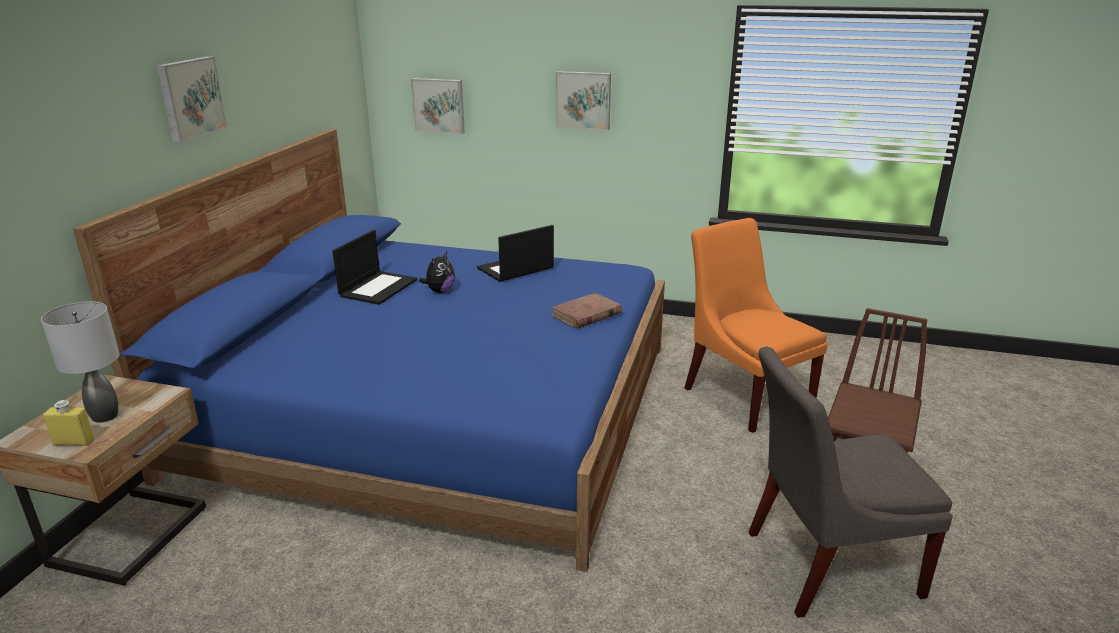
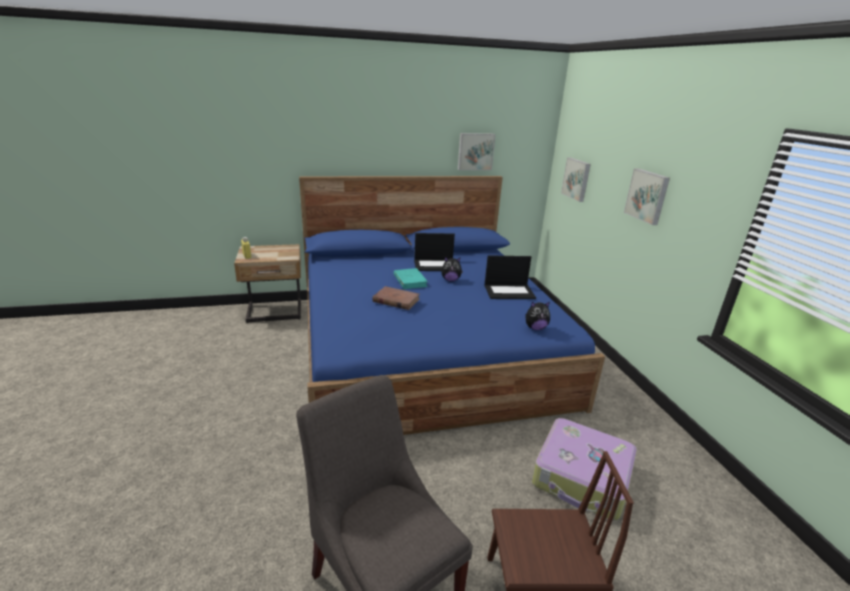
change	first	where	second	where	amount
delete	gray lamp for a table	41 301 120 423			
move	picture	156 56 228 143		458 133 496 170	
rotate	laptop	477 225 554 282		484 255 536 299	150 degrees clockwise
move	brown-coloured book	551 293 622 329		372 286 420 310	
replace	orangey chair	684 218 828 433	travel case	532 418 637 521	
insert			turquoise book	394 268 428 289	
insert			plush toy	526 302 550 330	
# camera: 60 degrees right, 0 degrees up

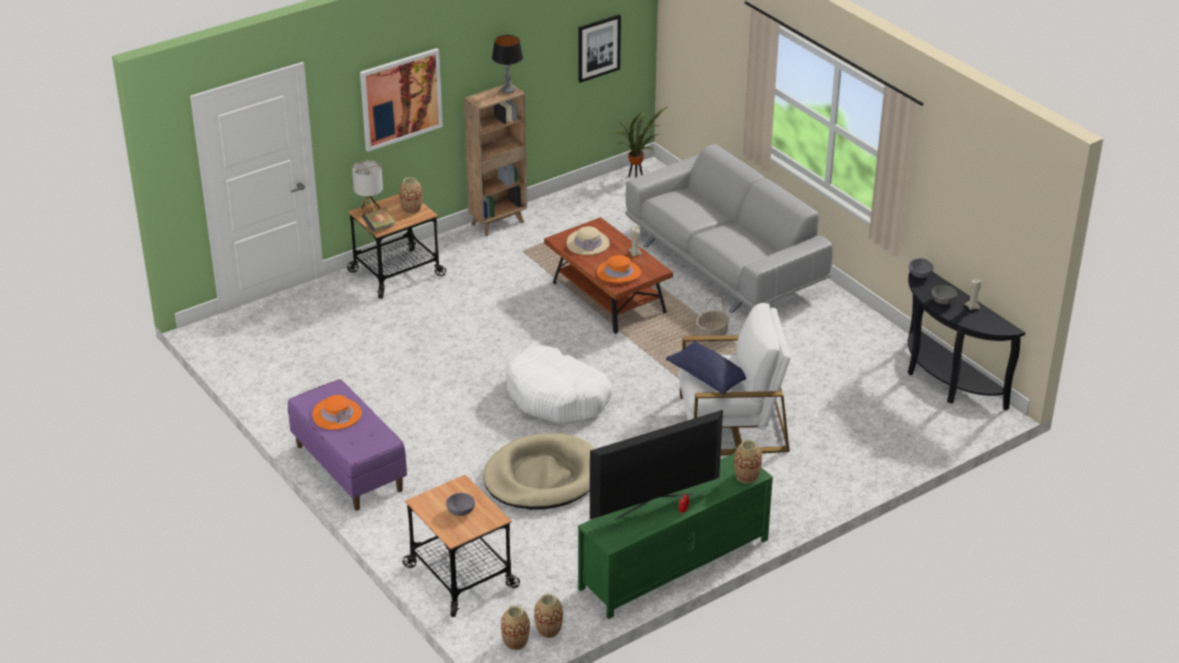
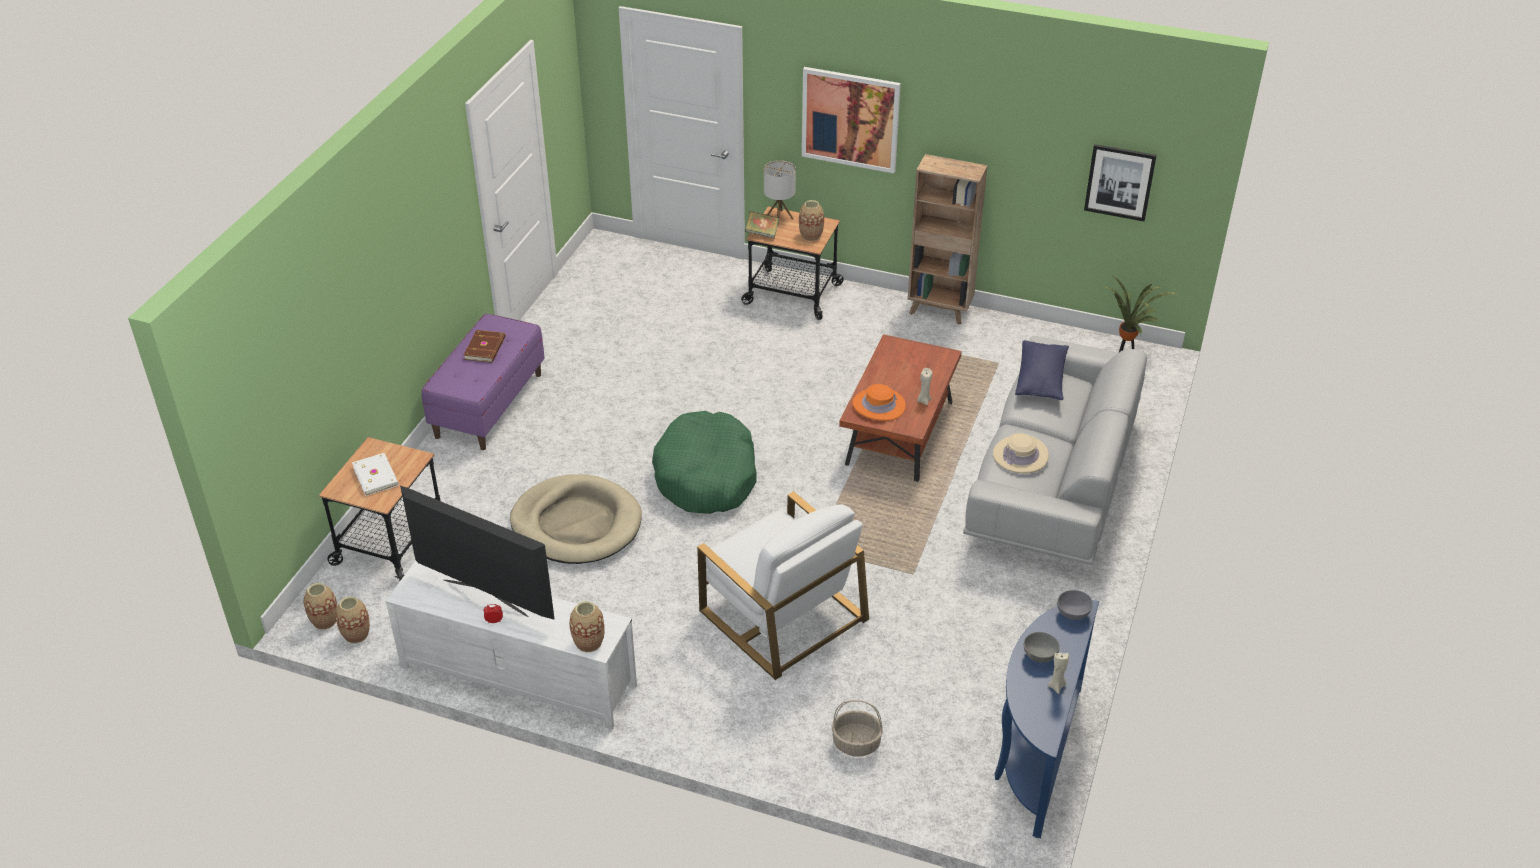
change	first	where	second	where	amount
replace	orangey wearable hat	312 395 362 430	brown-coloured book	463 330 506 363	
replace	gray deep dish	446 493 475 516	whitish book	352 453 399 496	
delete	lamp for a table	492 35 523 94			
recolor	whitish pet bed	506 345 612 424	green-coloured pet bed	652 411 757 514	
move	beige-coloured wearable hat	566 226 610 255		993 433 1049 474	
recolor	green-coloured tv stand	578 453 773 619	whitish tv stand	385 560 637 730	
move	bluish throw pillow	666 341 746 395		1015 340 1069 400	
move	basket	696 295 729 336		832 700 883 756	
recolor	black console table	907 272 1025 410	bluish console table	995 600 1099 838	
# camera: 55 degrees right, 5 degrees up

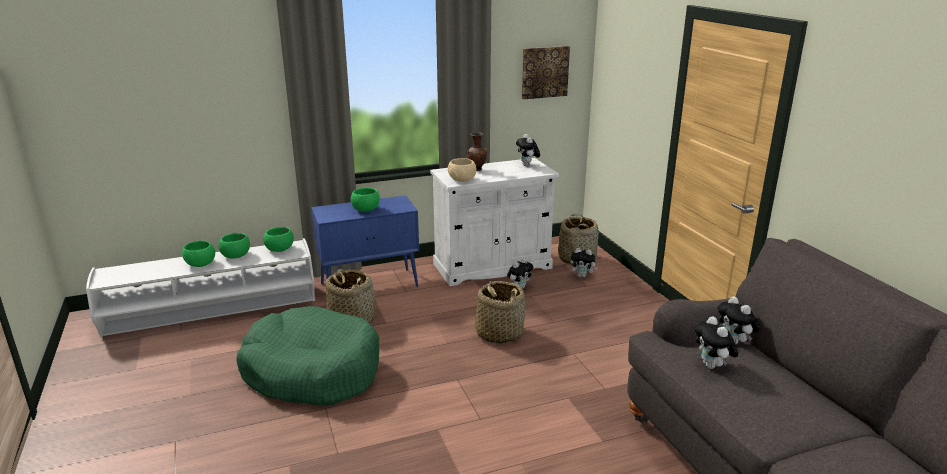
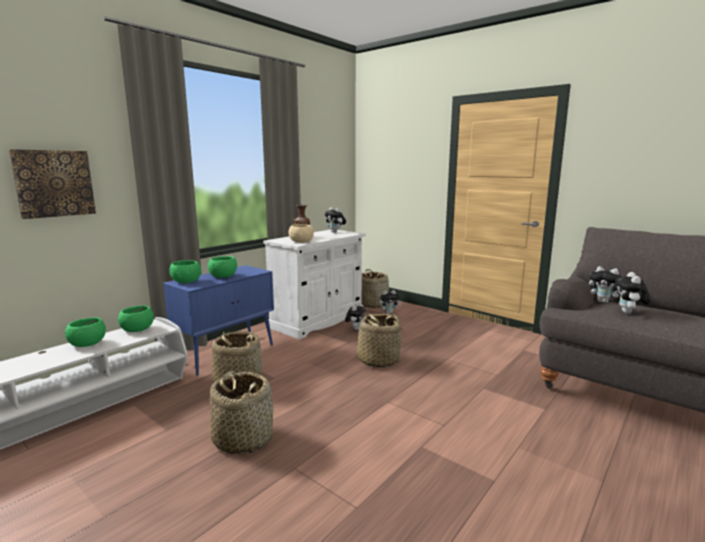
change	first	where	second	where	amount
move	green-coloured deep dish	182 241 215 267		169 260 201 283	
replace	green-coloured pet bed	236 306 379 405	basket	210 371 273 454	
move	picture	522 46 570 99		9 149 96 219	
rotate	plush toy	695 316 738 369		615 272 651 314	60 degrees clockwise
# camera: 30 degrees left, 10 degrees down

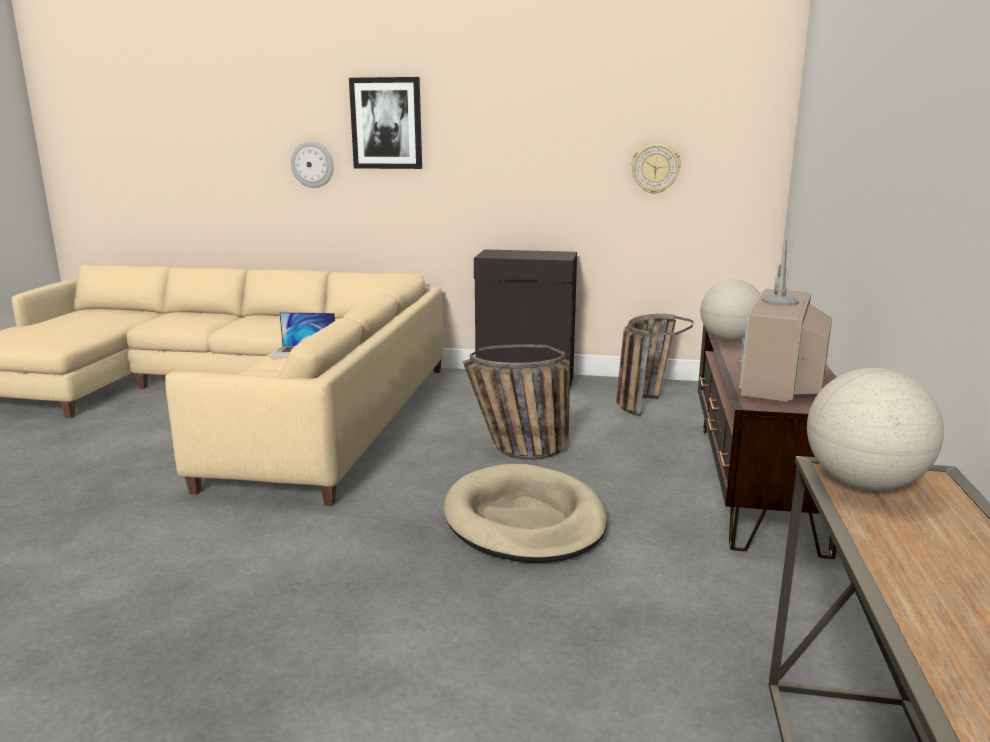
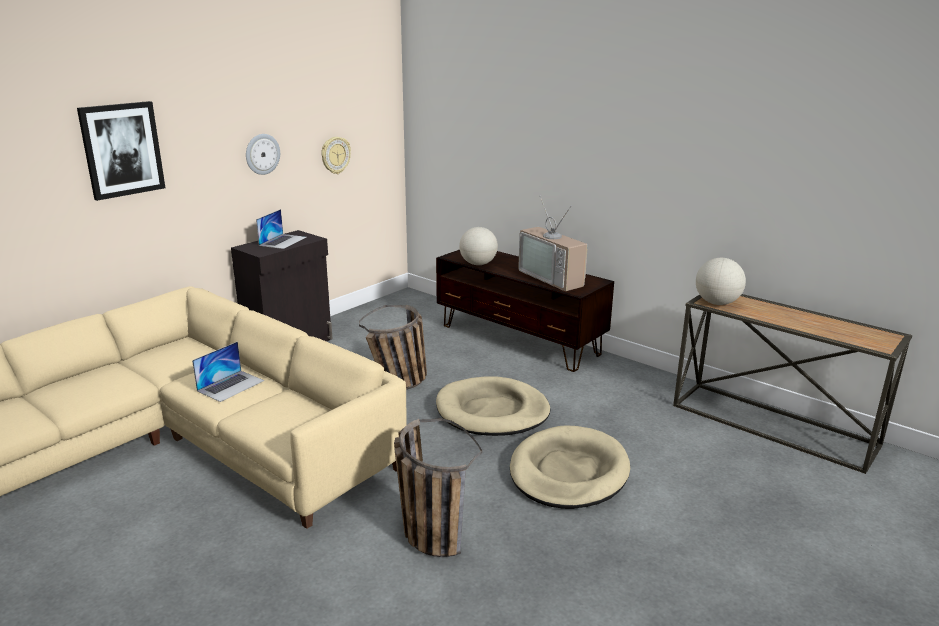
change	first	where	second	where	amount
move	wall clock	291 141 334 188		246 134 280 175	
move	basket	616 314 693 416		394 418 482 557	
insert			laptop	256 209 306 249	
insert			beige-coloured pet bed	510 425 630 509	
# camera: 60 degrees left, 5 degrees up

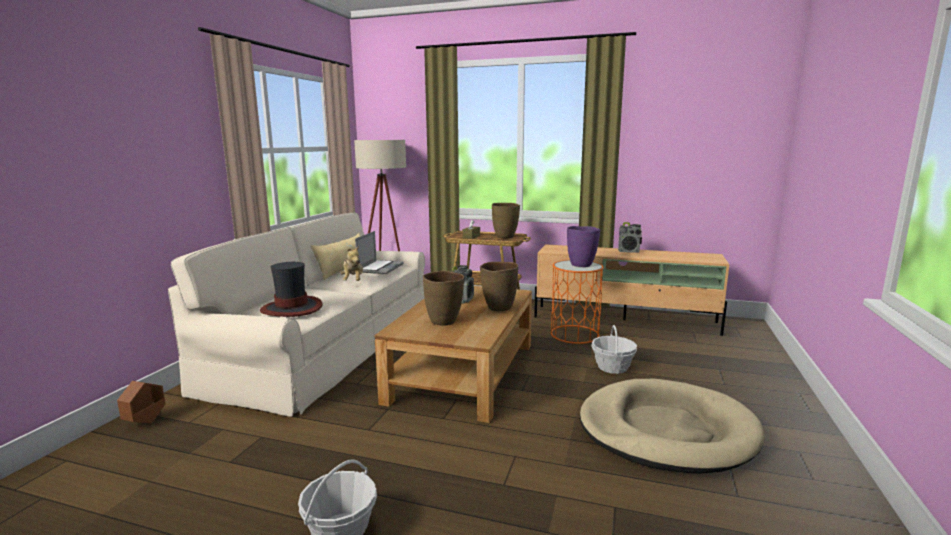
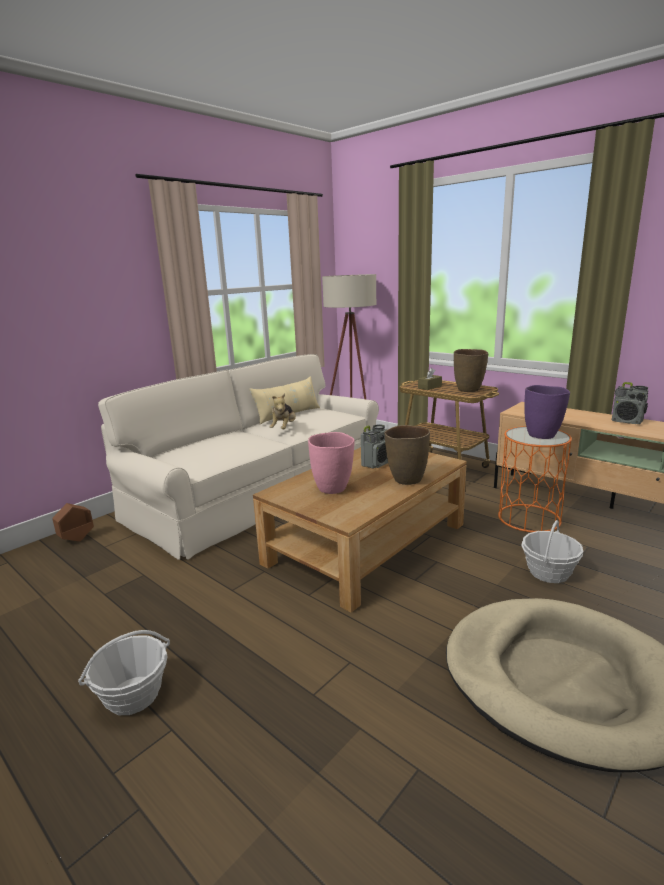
change	first	where	second	where	amount
delete	wearable hat	260 262 322 317			
delete	laptop	355 231 404 274			
recolor	brown-coloured flower vase	423 271 464 325	pink-coloured flower vase	308 432 355 494	
# camera: 25 degrees right, 5 degrees up

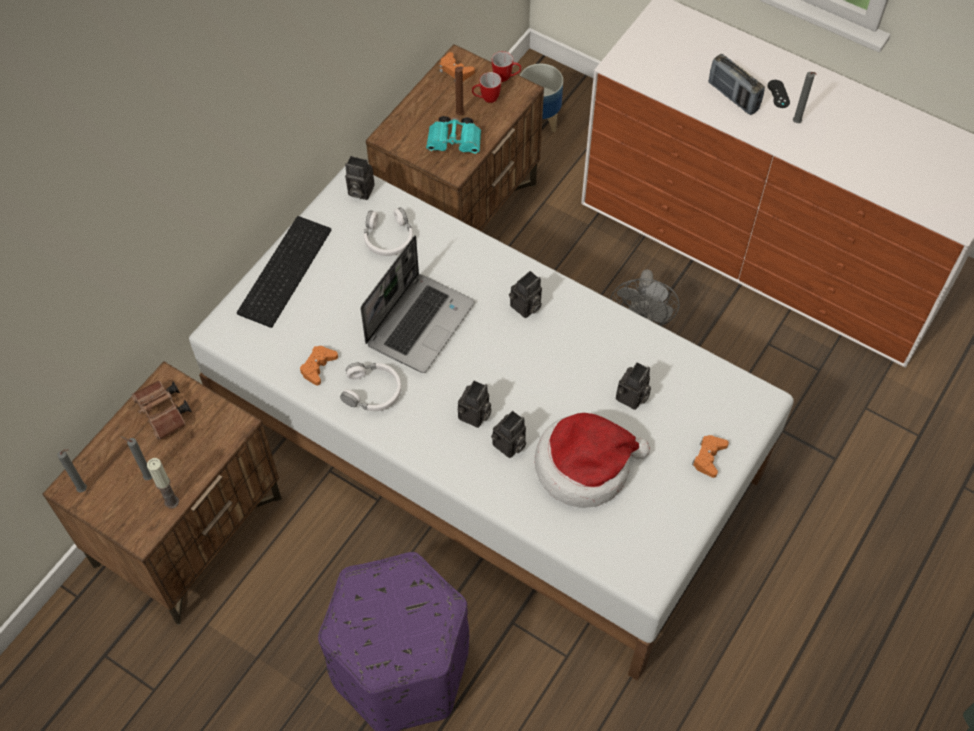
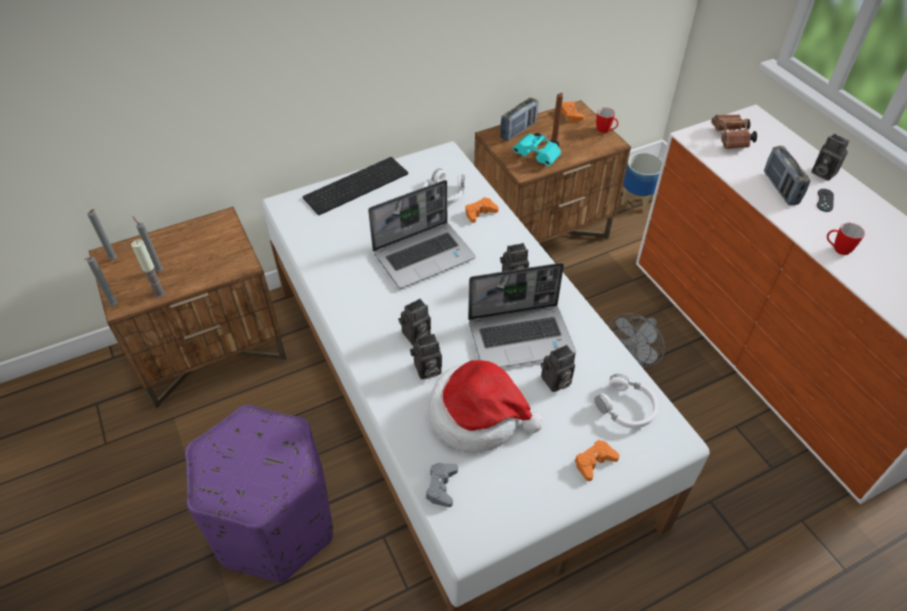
change	first	where	second	where	amount
move	brown-coloured field glasses	131 380 192 440		711 114 757 149	
move	orangey game controller	300 346 338 386		466 197 499 223	
move	whitish headset	340 363 401 411		594 374 658 428	
move	still camera	345 156 375 200		811 134 849 181	
move	coffee mug	472 72 501 103		827 223 865 255	
move	gray candle	793 72 817 123		84 257 118 306	
insert			gray game controller	426 463 458 507	
insert			laptop	468 263 576 368	
insert			radio set	500 98 538 141	
# camera: 30 degrees right, 10 degrees down

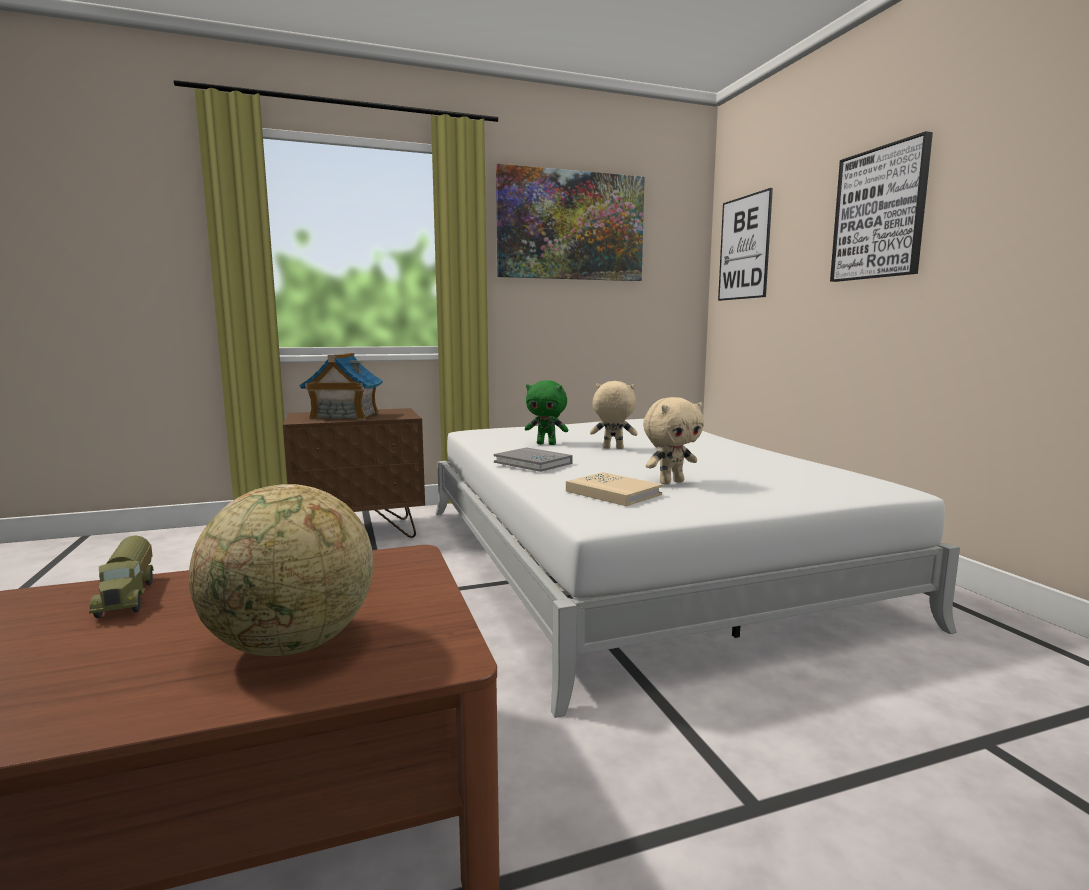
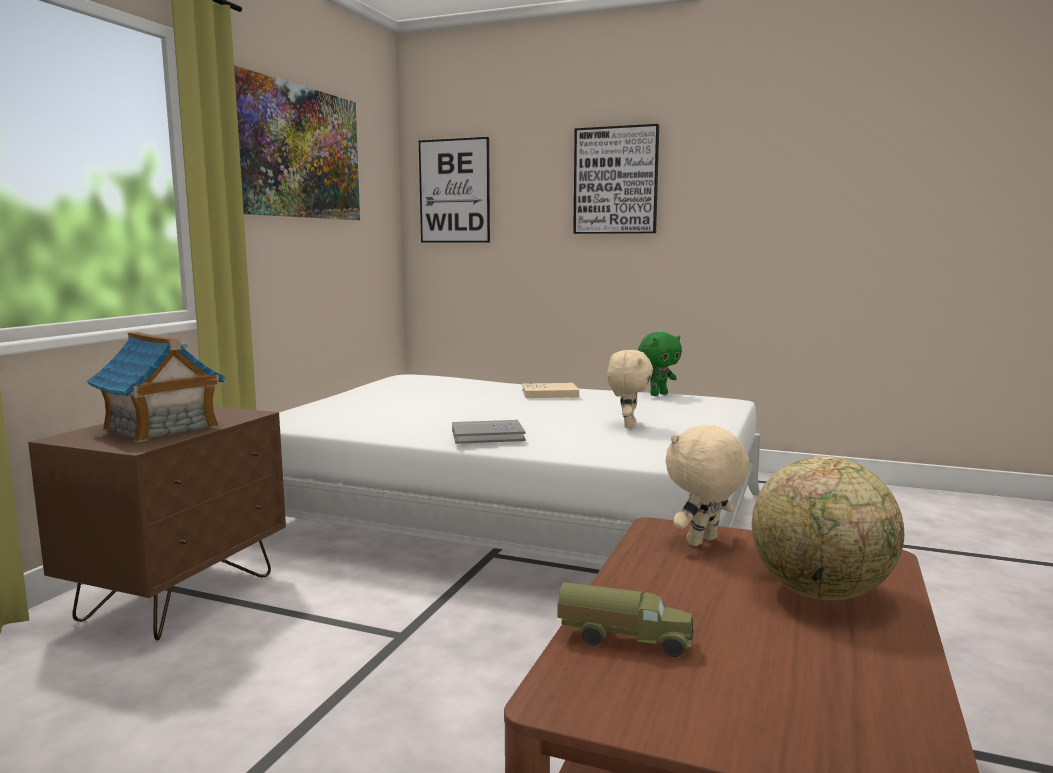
change	first	where	second	where	amount
move	green-coloured plush toy	525 380 569 445		638 332 682 396	
move	beige-coloured book	566 472 662 506		522 383 579 398	
move	beige-coloured plush toy	590 381 638 449		665 425 750 546	
# camera: 50 degrees left, 0 degrees up

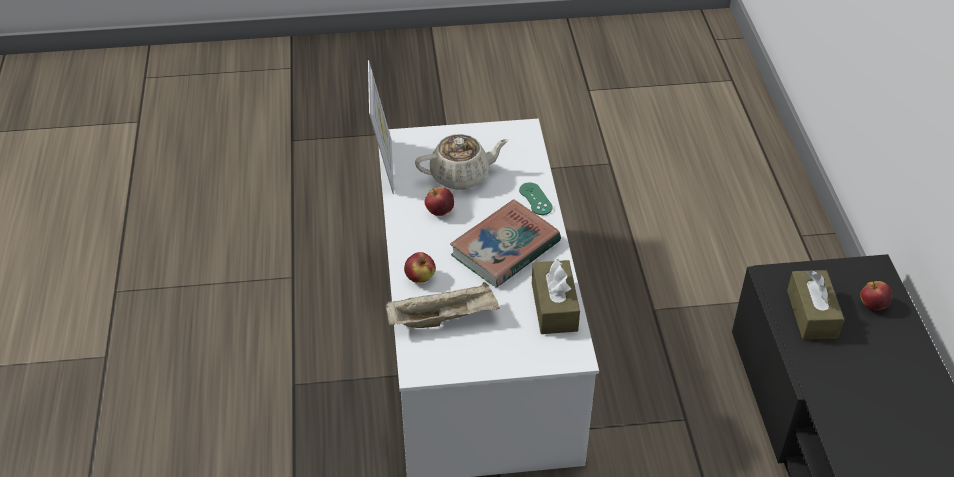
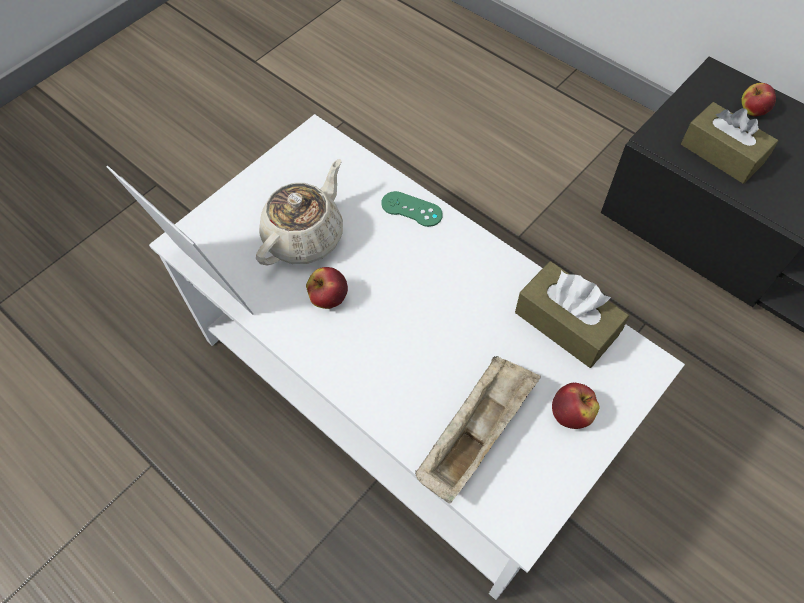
change	first	where	second	where	amount
move	apple	404 252 436 283		552 383 599 429	
delete	book	450 199 561 288			
# camera: 40 degrees left, 15 degrees up

